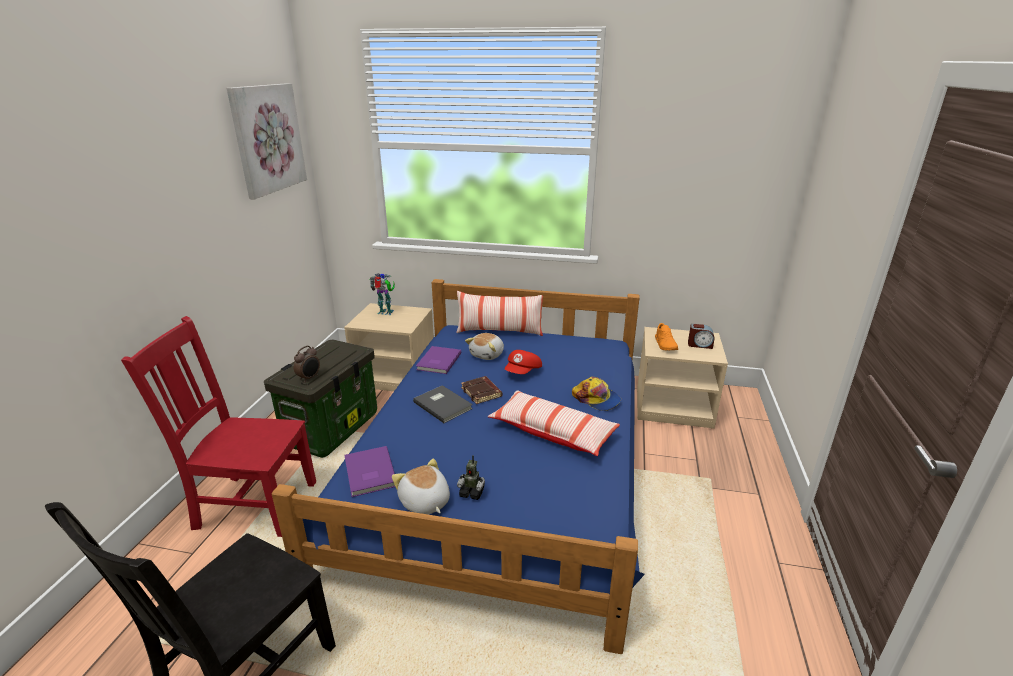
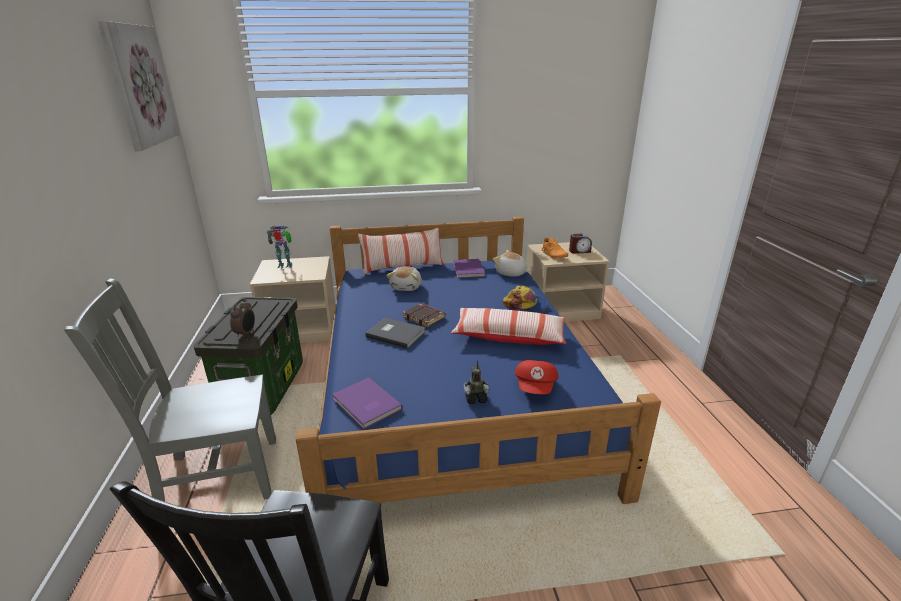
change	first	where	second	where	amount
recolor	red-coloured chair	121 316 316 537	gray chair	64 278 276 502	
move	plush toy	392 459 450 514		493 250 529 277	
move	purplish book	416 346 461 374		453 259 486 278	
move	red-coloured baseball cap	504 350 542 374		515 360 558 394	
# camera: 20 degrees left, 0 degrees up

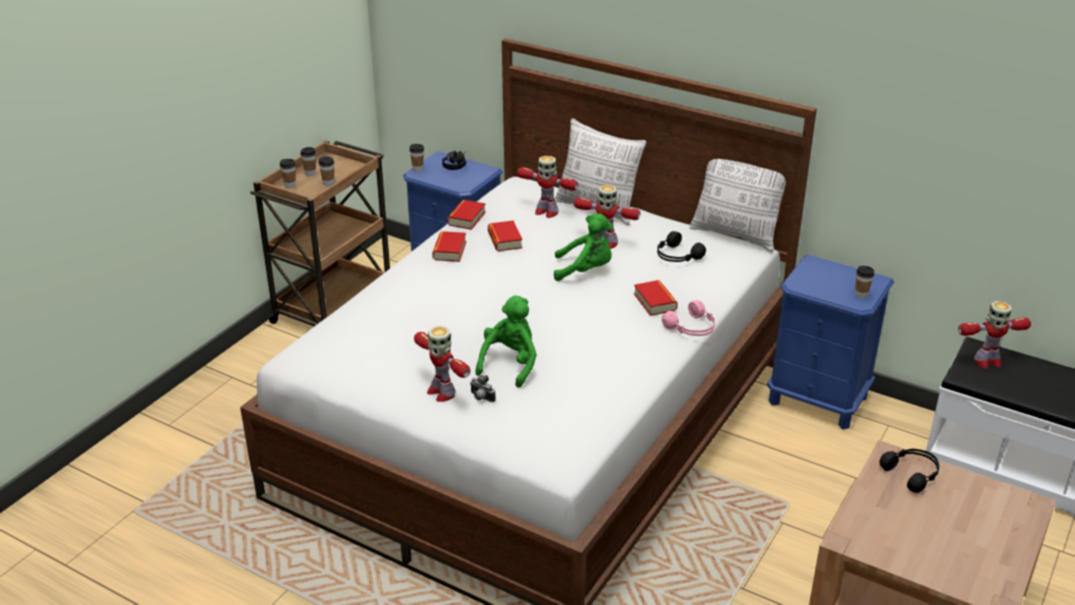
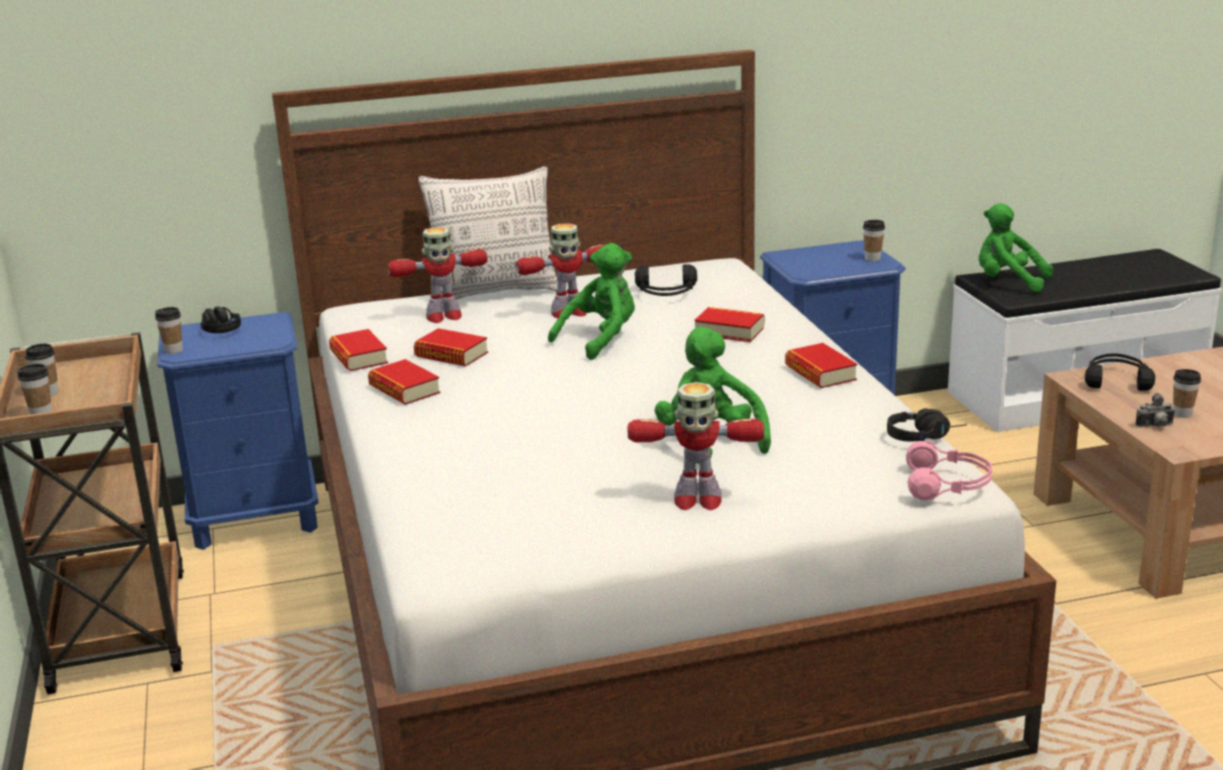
change	first	where	second	where	amount
move	small cup	319 156 334 186		1173 369 1201 418	
move	still camera	470 375 496 402		1135 393 1175 427	
move	pink-coloured headset	662 300 715 336		906 441 992 501	
delete	throw pillow	690 159 786 253			
replace	model robot	958 301 1031 369	green-coloured plush toy	979 203 1053 292	
insert			book	785 343 857 388	
insert			black headset	887 408 967 442	
# camera: 45 degrees left, 10 degrees down

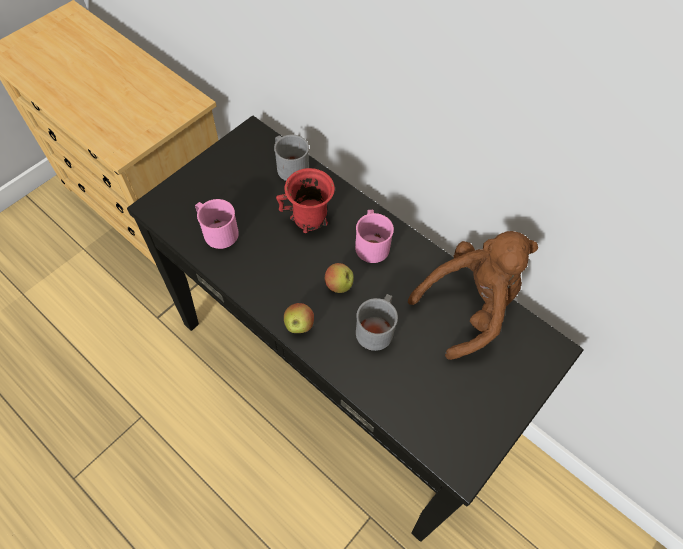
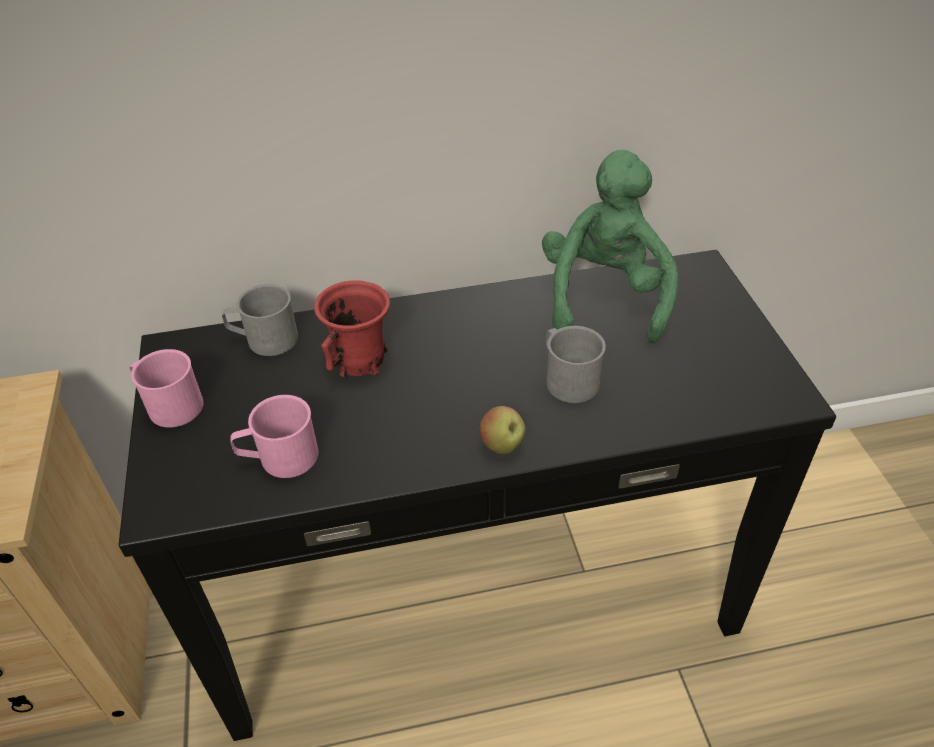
change	first	where	second	where	amount
delete	apple	325 263 354 293			
move	pink-coloured coffee mug	355 210 394 263		129 349 204 428	
recolor	brown-coloured plush toy	408 231 538 360	green-coloured plush toy	542 150 679 343	
# camera: 50 degrees left, 15 degrees down

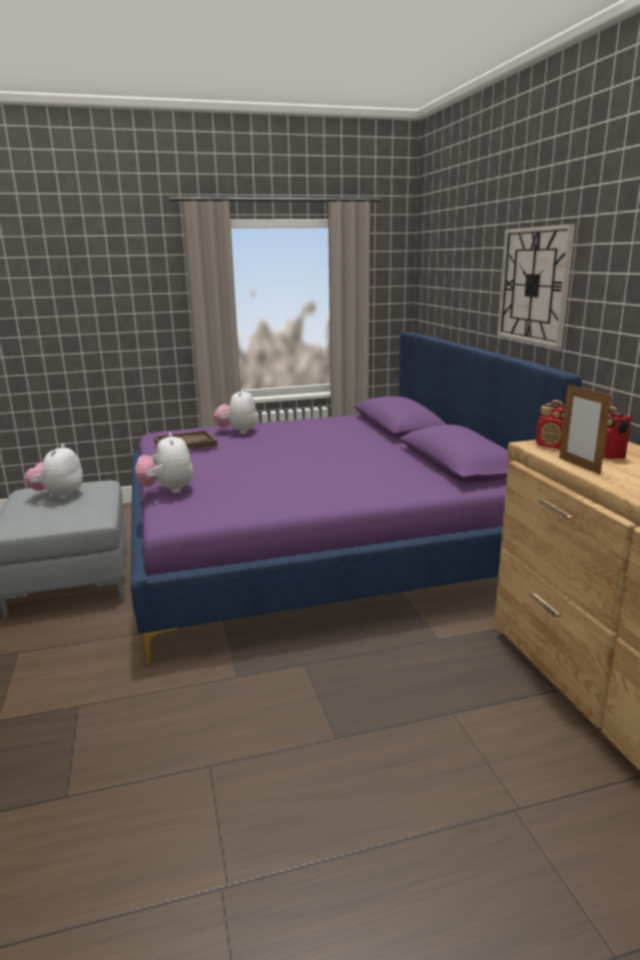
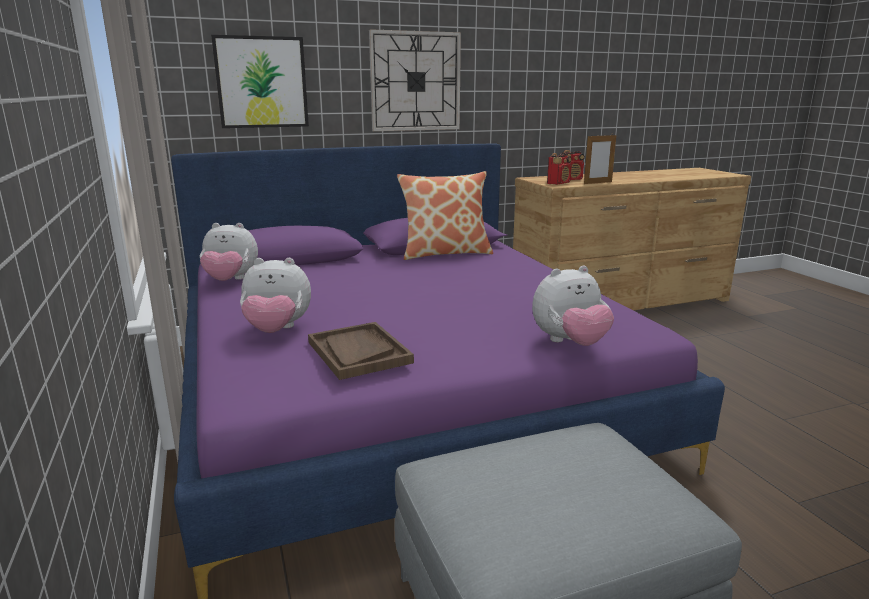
change	first	where	second	where	amount
move	plush toy	24 444 83 500		200 223 258 281	
insert			picture	211 35 309 128	
insert			throw pillow	397 171 493 260	
# camera: 95 degrees left, 0 degrees up

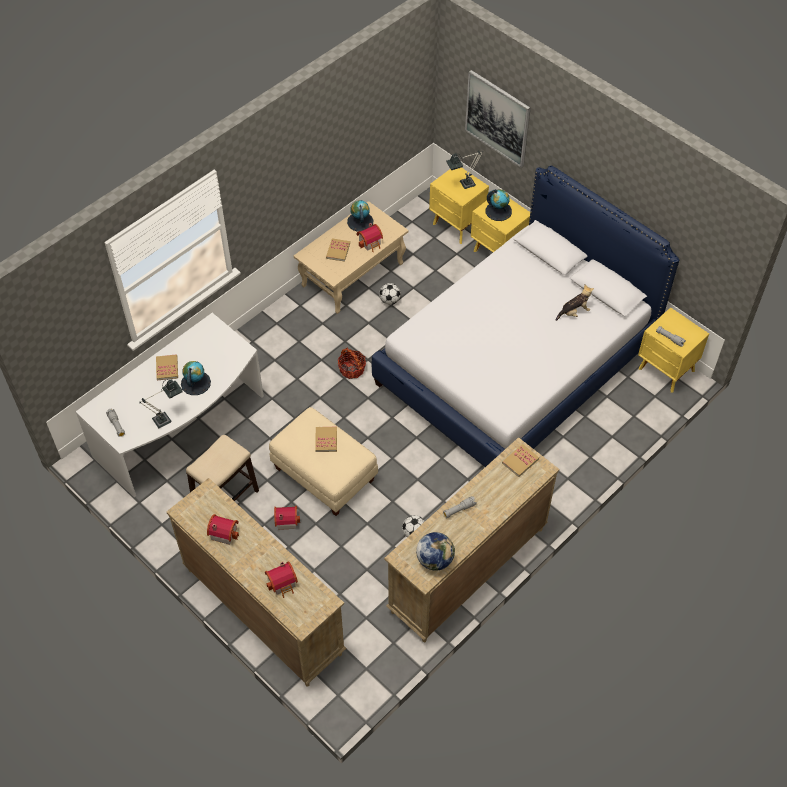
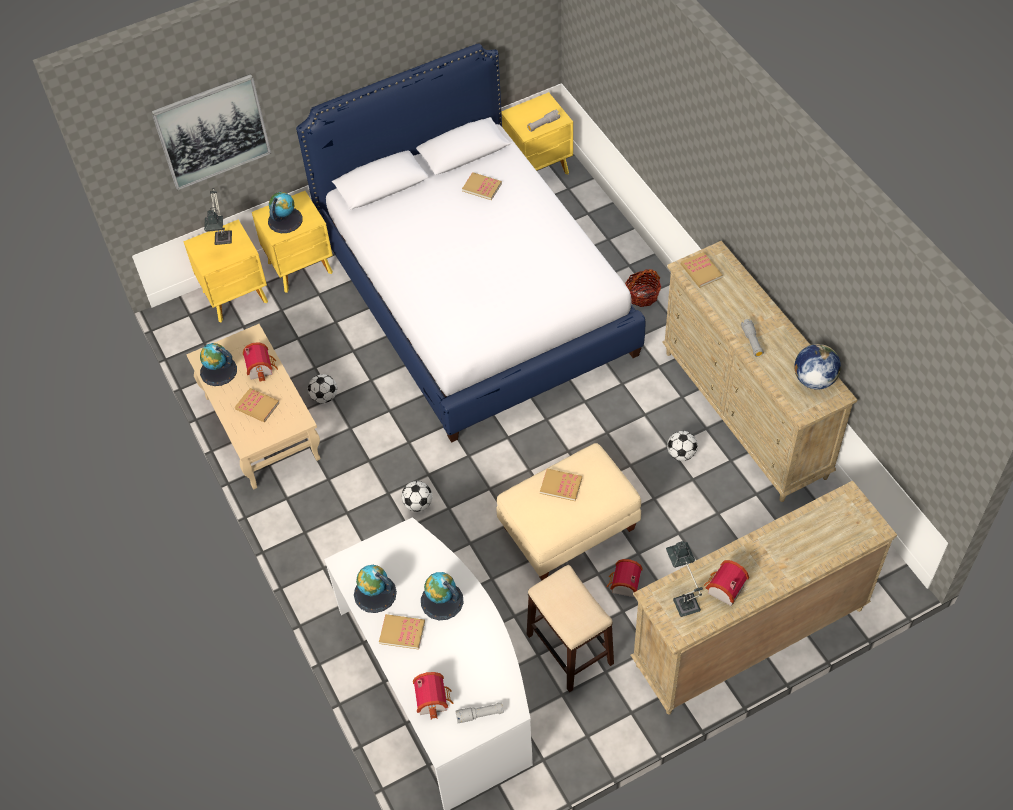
change	first	where	second	where	amount
move	lamp for a table	139 379 183 428		666 541 703 617	
move	miniature house	265 561 298 598		413 672 454 720	
move	basket	338 348 366 379		625 269 661 307	
replace	plush toy	556 285 594 321	book	462 172 502 200	
insert			world globe	354 565 397 613	
insert			football ball	402 481 432 512	
# camera: 70 degrees left, 0 degrees up

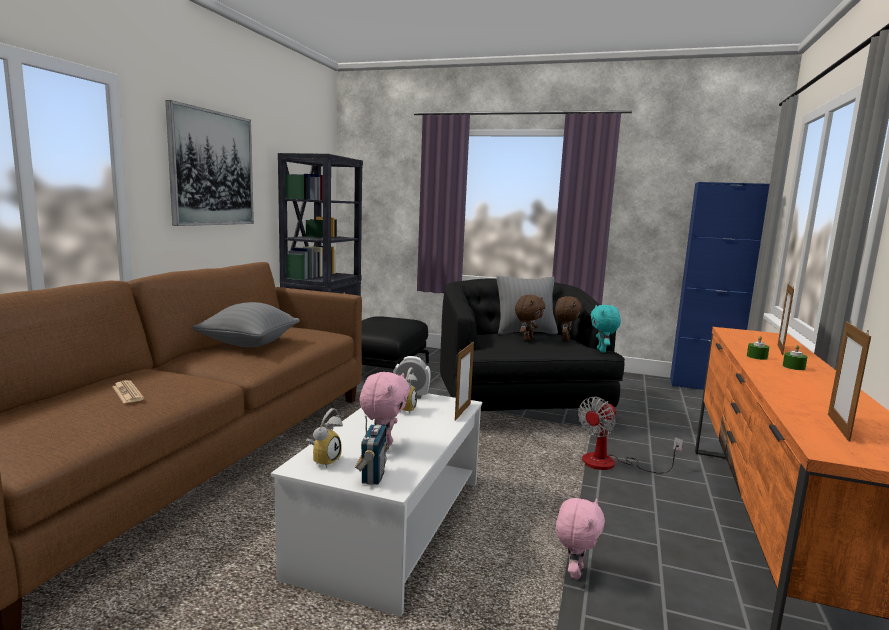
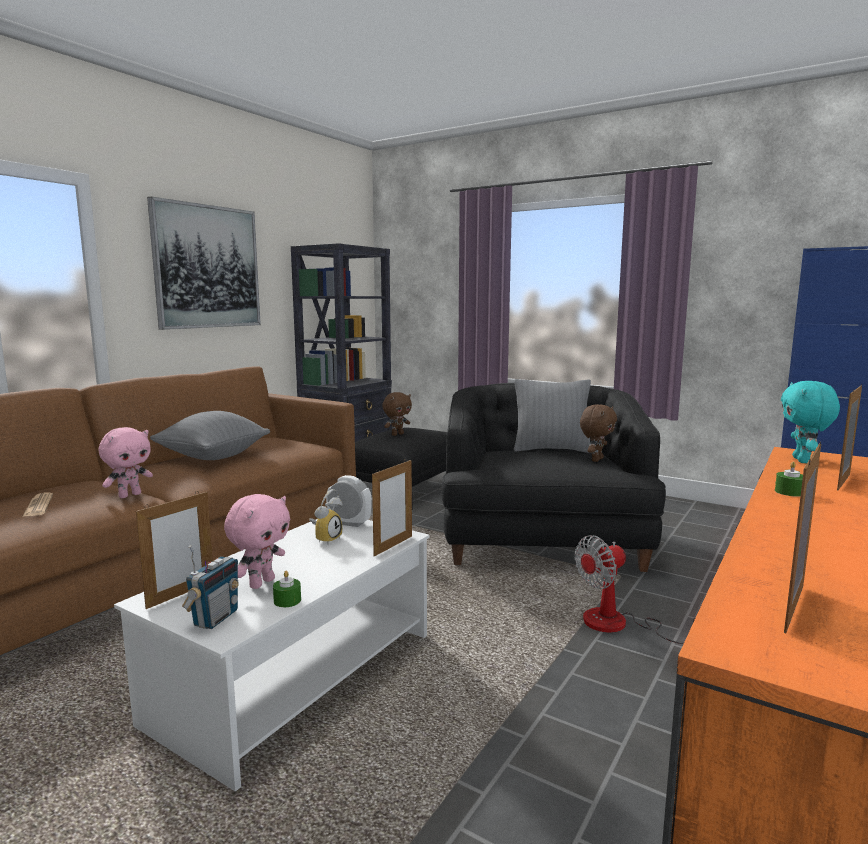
change	first	where	second	where	amount
replace	table clock	306 408 343 468	standing frame	136 492 213 609	
move	brown-coloured plush toy	515 295 545 341		382 392 412 436	
move	pink-coloured plush toy	556 498 605 579		99 427 153 498	
move	turquoise plush toy	590 305 621 353		781 381 840 463	
move	green-coloured candle	782 345 808 370		273 571 301 607	
# camera: 15 degrees right, 0 degrees up

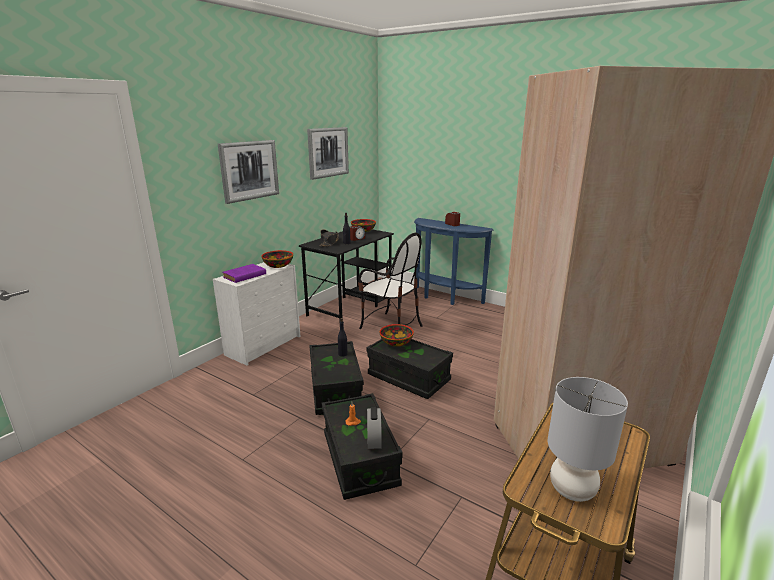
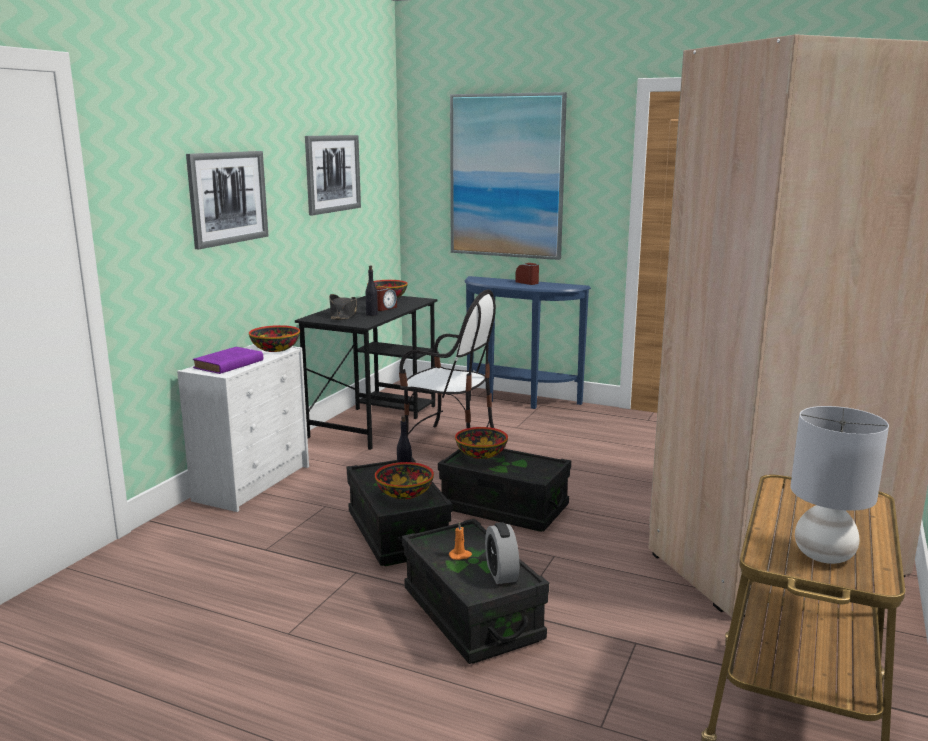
change	first	where	second	where	amount
insert			deep dish	375 462 434 500	
insert			picture	450 92 567 260	
# camera: 10 degrees left, 5 degrees down

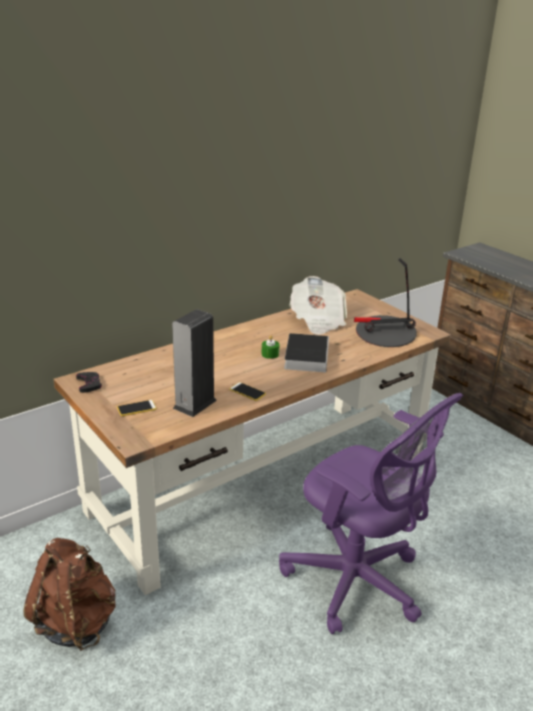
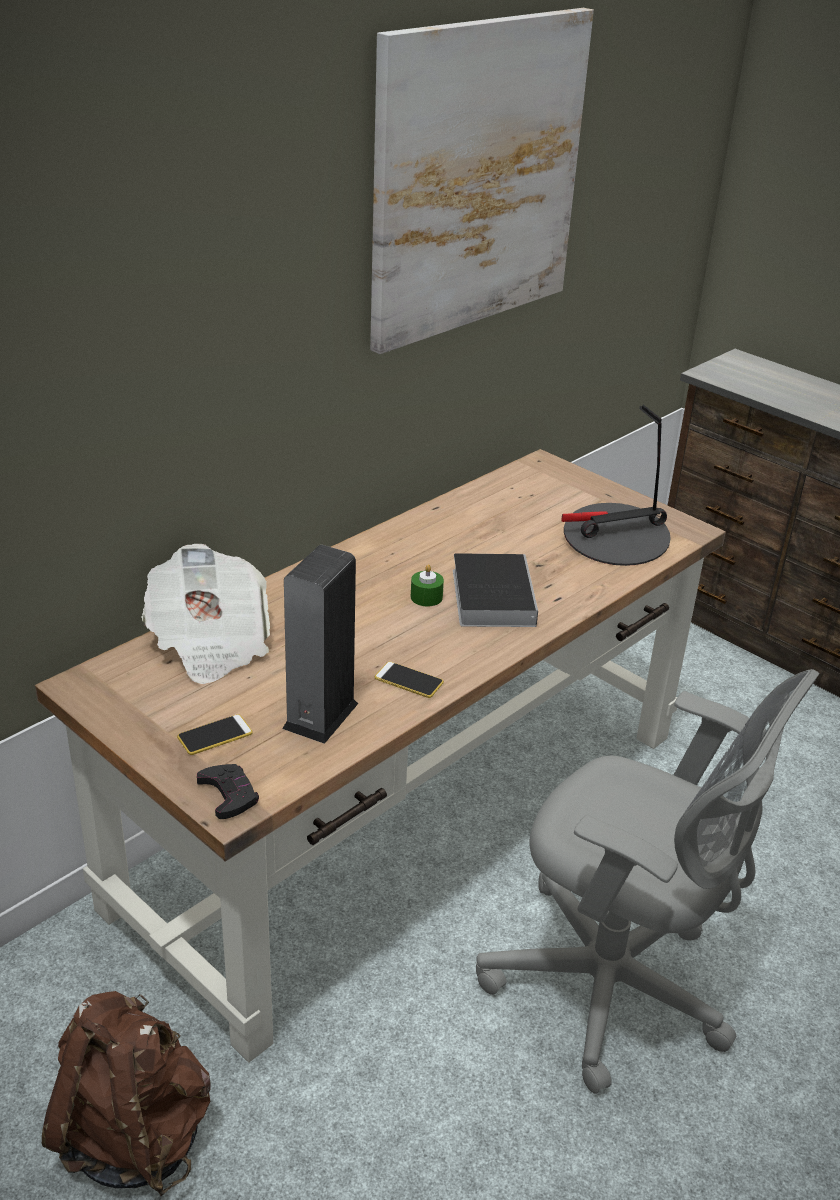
change	first	where	second	where	amount
move	black game controller	76 372 102 393		197 764 259 819	
recolor	purplish computer chair	279 393 463 634	gray computer chair	476 669 819 1094	
move	printed paper	289 276 347 335		141 544 270 684	
insert			picture	370 8 594 354	
# camera: 10 degrees left, 5 degrees up

